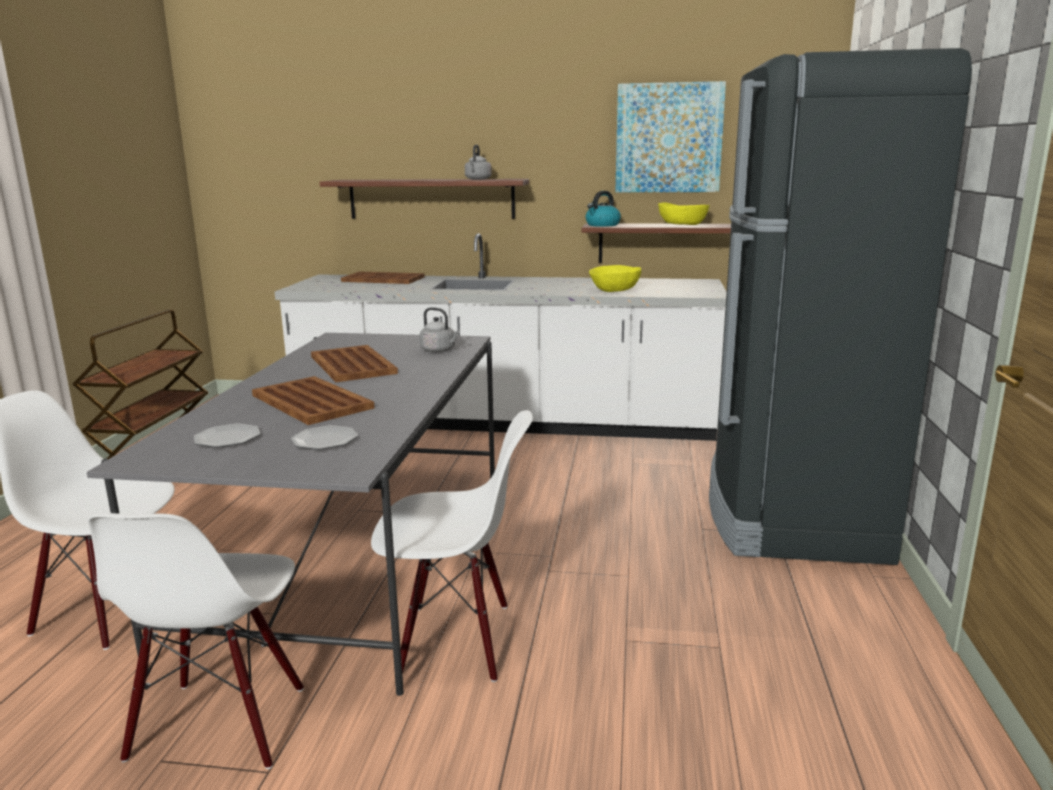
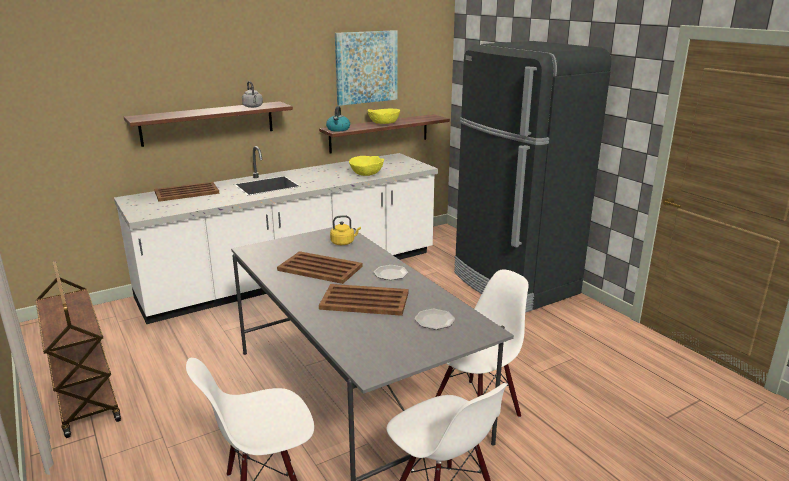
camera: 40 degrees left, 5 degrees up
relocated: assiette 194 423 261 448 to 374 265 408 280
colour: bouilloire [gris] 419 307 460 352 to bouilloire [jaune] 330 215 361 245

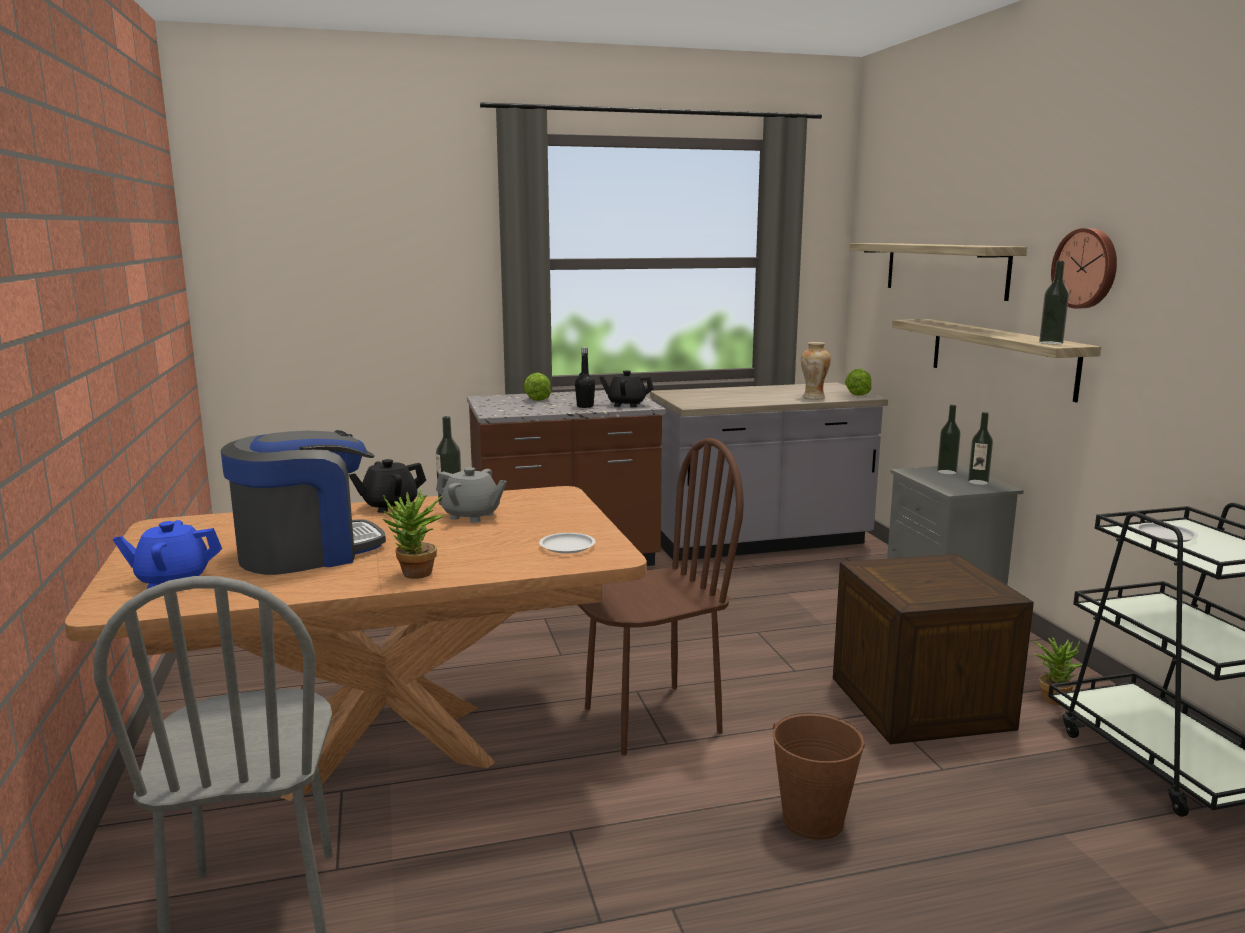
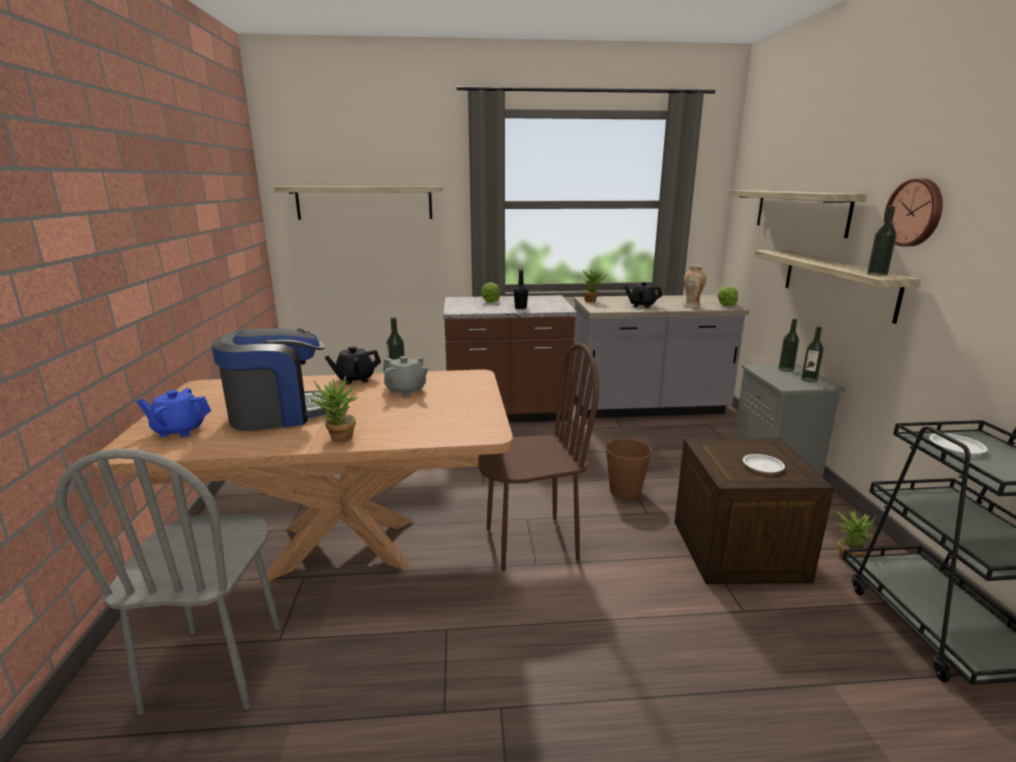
camera: 10 degrees right, 5 degrees up
appeared: étagère 274 186 443 220; plante en pot 583 269 608 302
relocated: assiette [blanc] 539 533 596 554 to 743 454 785 473; théière [noir] 599 370 654 407 to 624 282 662 308; seau [marron] 773 712 865 840 to 605 437 652 500

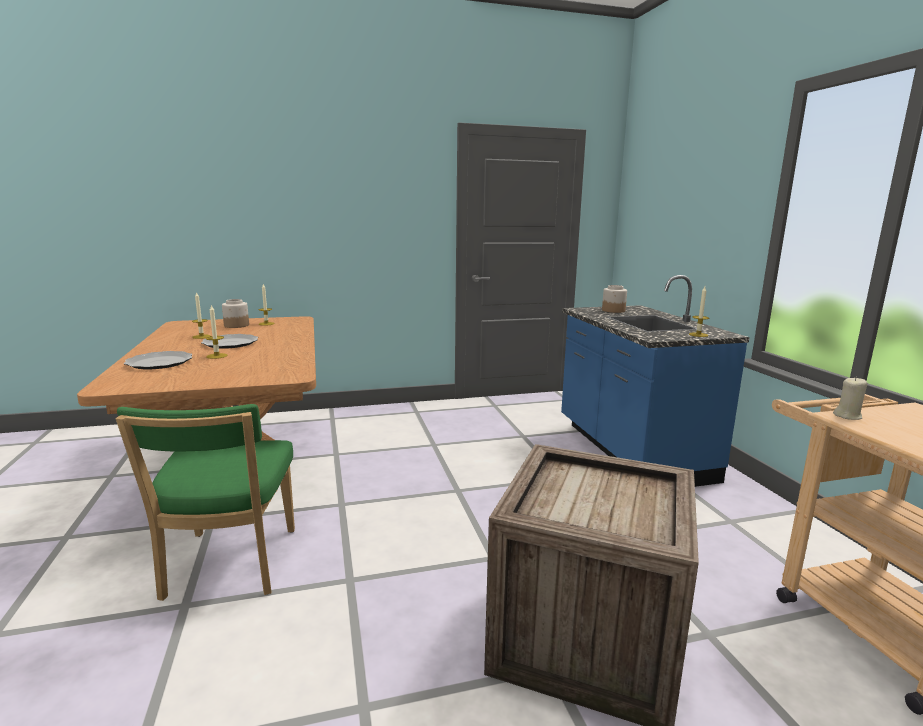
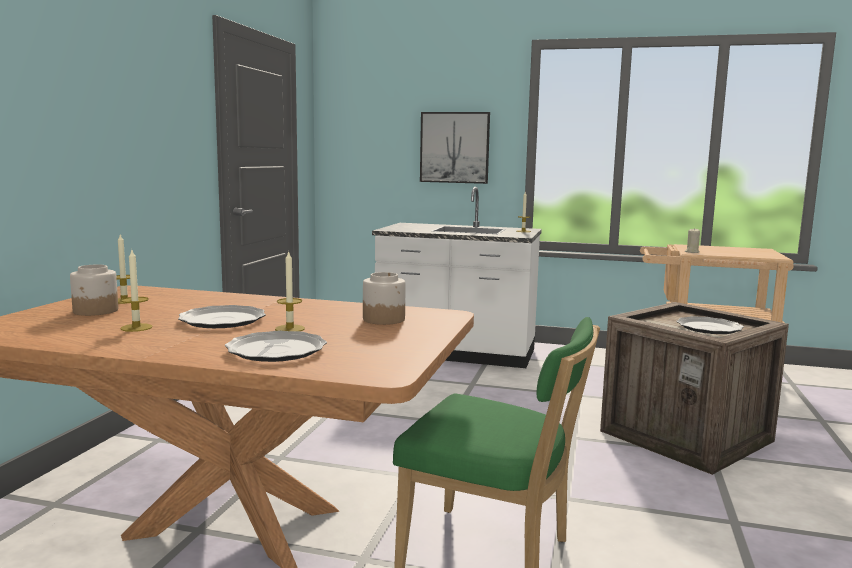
camera: 60 degrees left, 5 degrees down
appeared: tableau 420 112 490 184; assiette 676 316 744 334
relocated: bocal 602 285 627 313 to 363 272 406 325
colour: comptoir de cuisine [bleu] 561 275 749 487 to comptoir de cuisine [blanc] 372 187 542 368

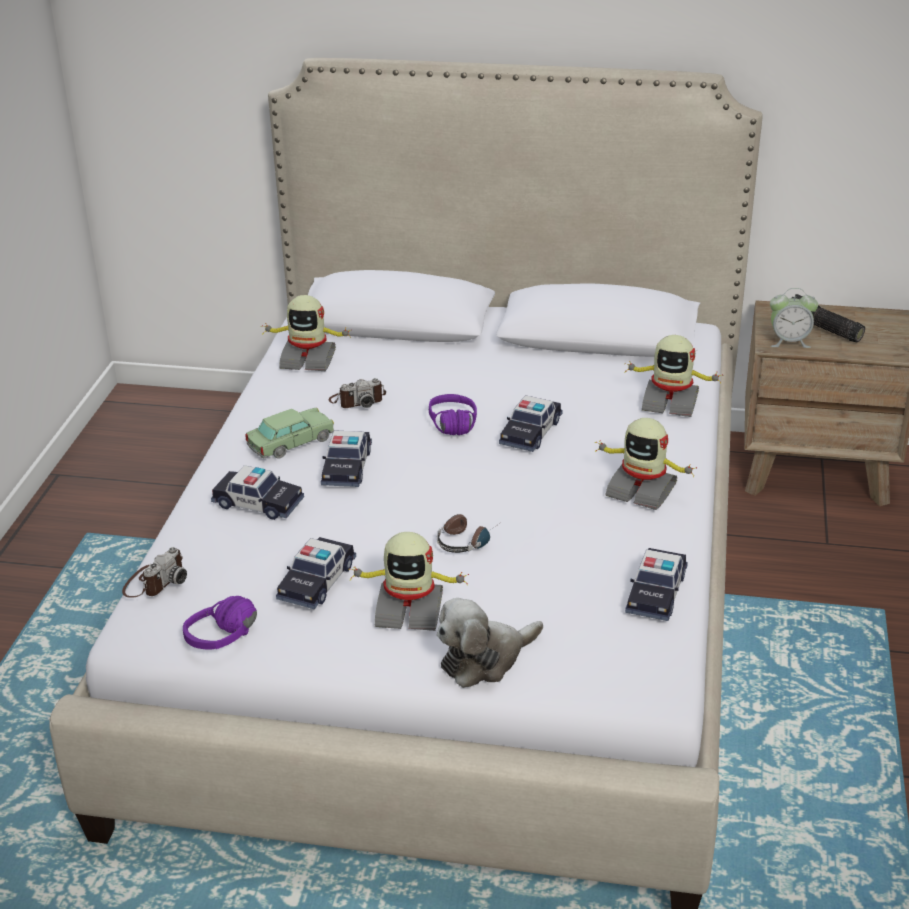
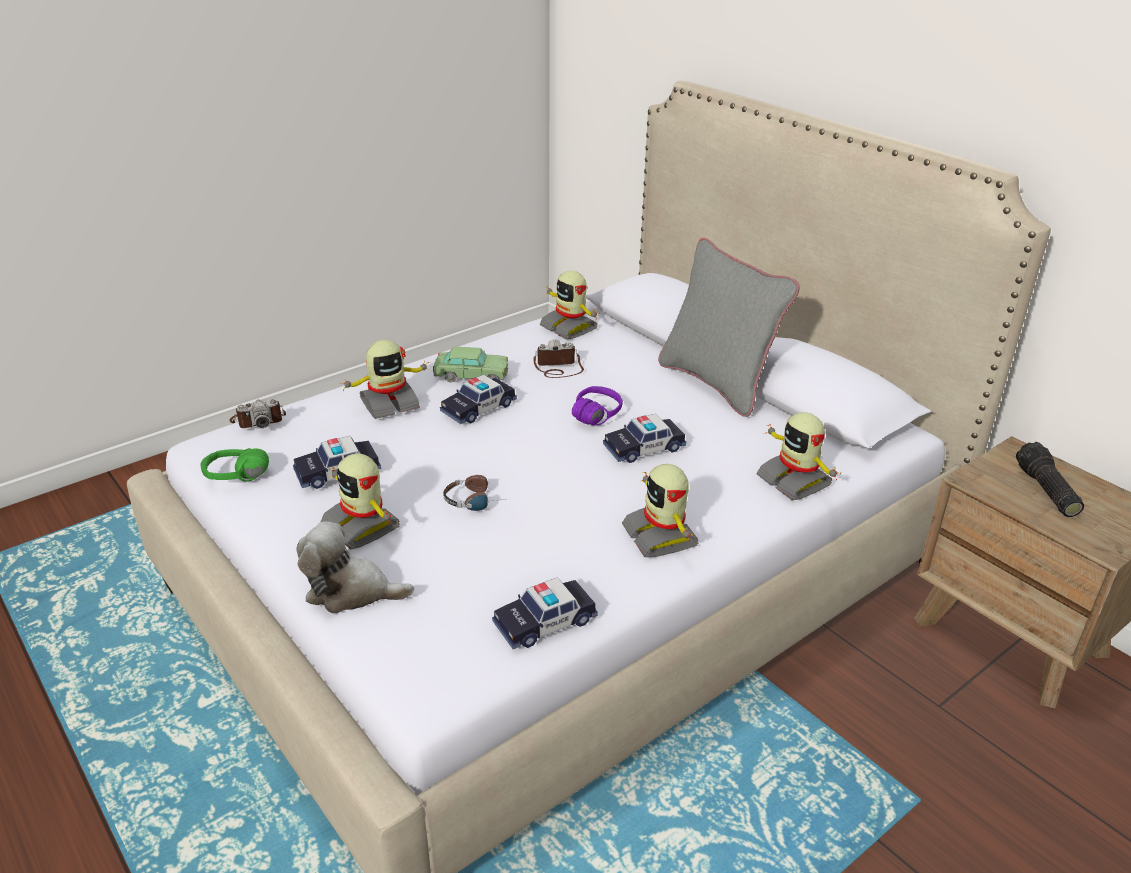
camera: 40 degrees right, 0 degrees up
missing: réveil 770 288 818 348
appeared: coussin [gris] 658 238 800 417
exchanged: petite voiture 211 465 304 520 to robot jouet 340 340 431 419
colour: casque audio [violet] 183 596 257 650 to casque audio [vert] 200 448 269 482
spun: appareil photo 329 378 386 408 = 533 339 584 378 150 degrees clockwise

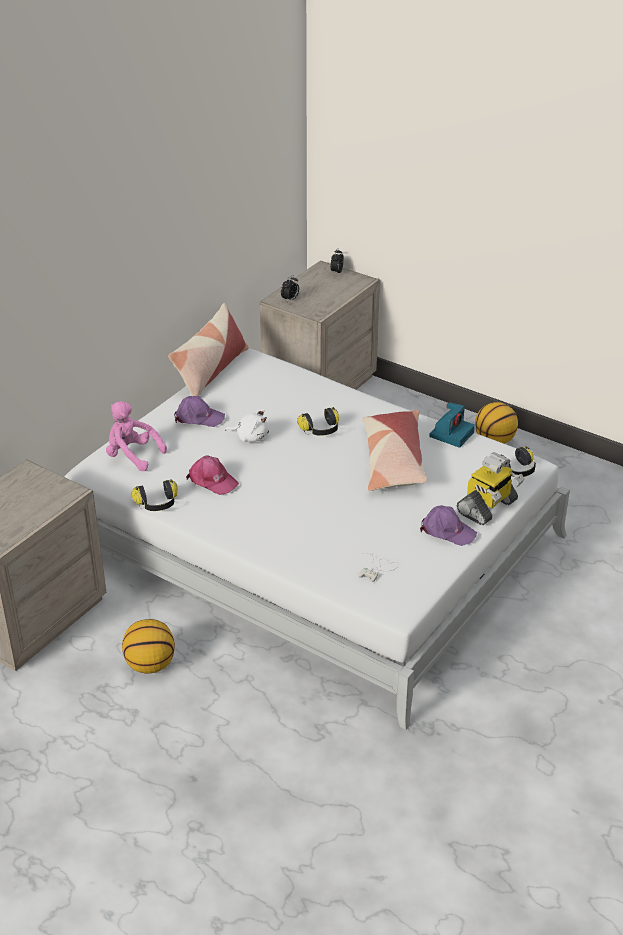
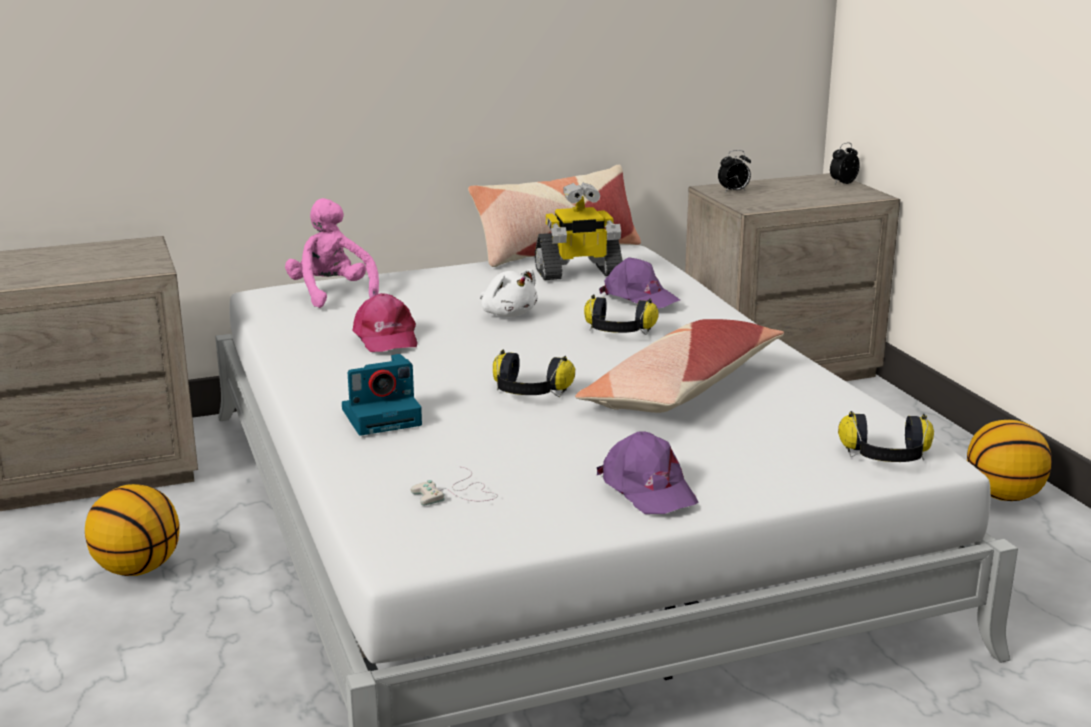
camera: 35 degrees right, 15 degrees down
relocated: casque audio 132 480 178 511 to 493 349 575 397; casquette [violet] 174 396 225 427 to 599 257 680 308; appareil photo 429 402 475 448 to 342 354 422 436; robot jouet 457 452 524 525 to 535 182 623 280

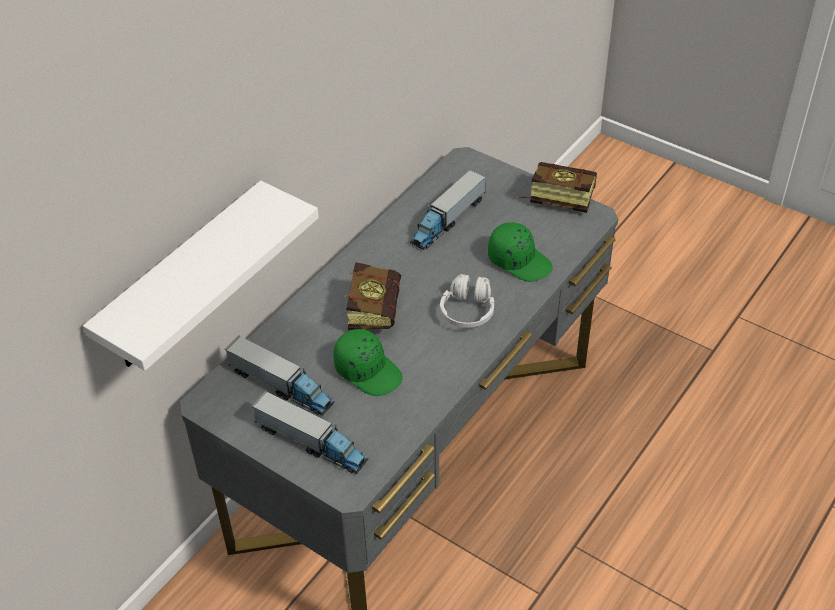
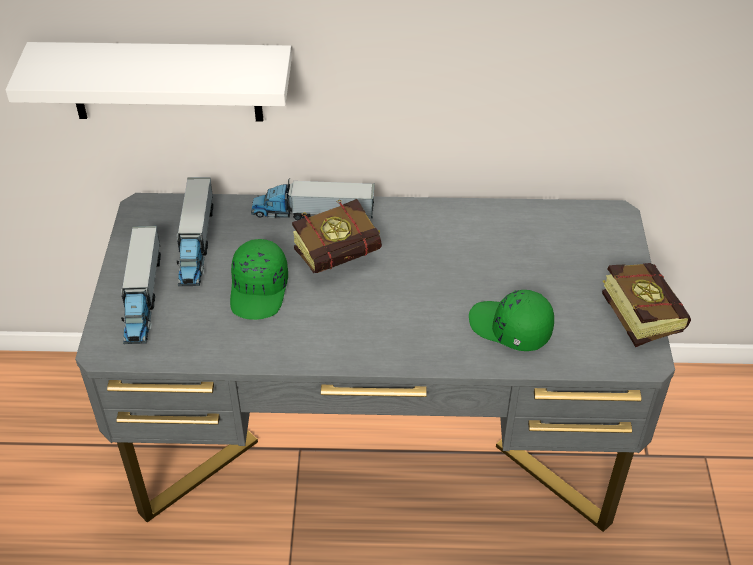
camera: 55 degrees right, 0 degrees up
missing: casque audio [blanc] 440 274 494 328
relocated: camion jouet 410 169 486 250 to 251 178 375 220
spun: casquette [vert] 488 222 553 282 = 469 290 554 351 120 degrees clockwise

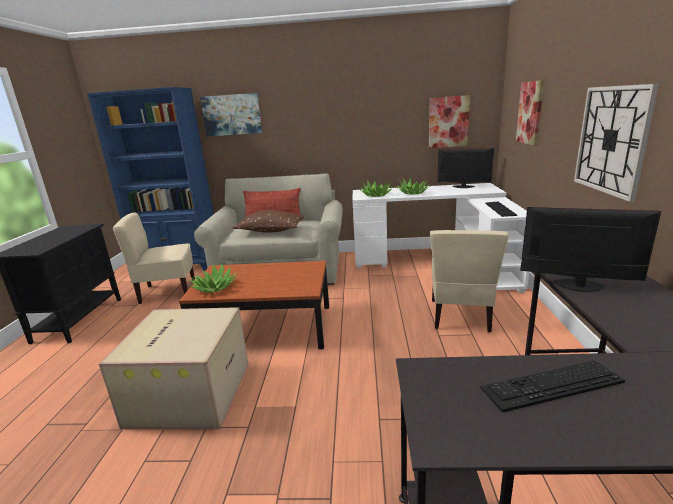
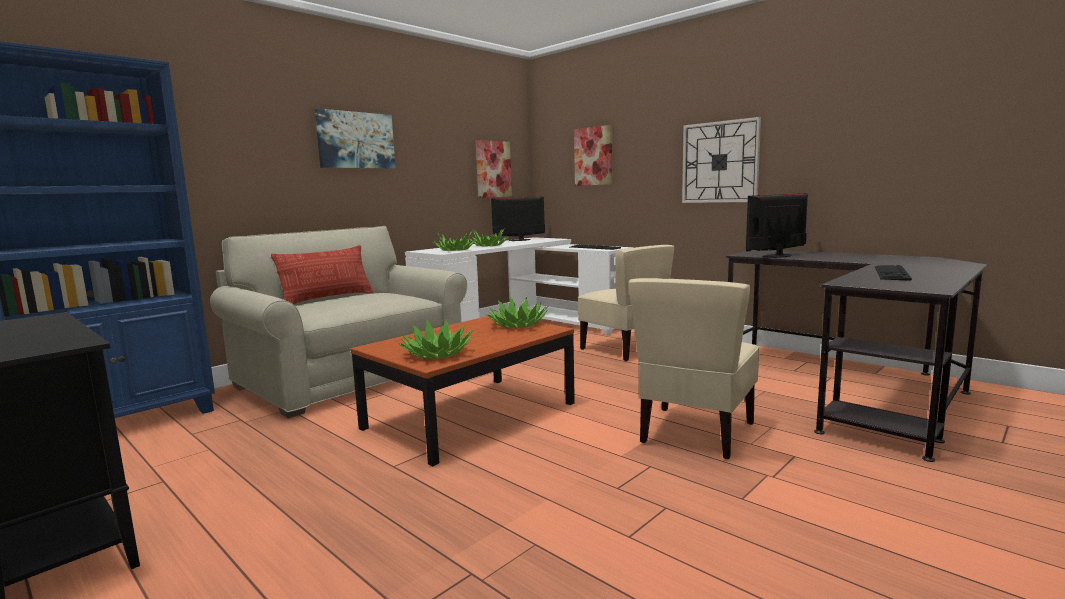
camera: 50 degrees left, 10 degrees down
missing: carton 99 307 249 429; coussin [marron] 233 210 305 232
appeared: plante en pot 486 297 548 328
relocated: chaise [beige] 113 213 195 304 to 629 278 760 459; tableau 200 93 262 136 to 315 108 396 168

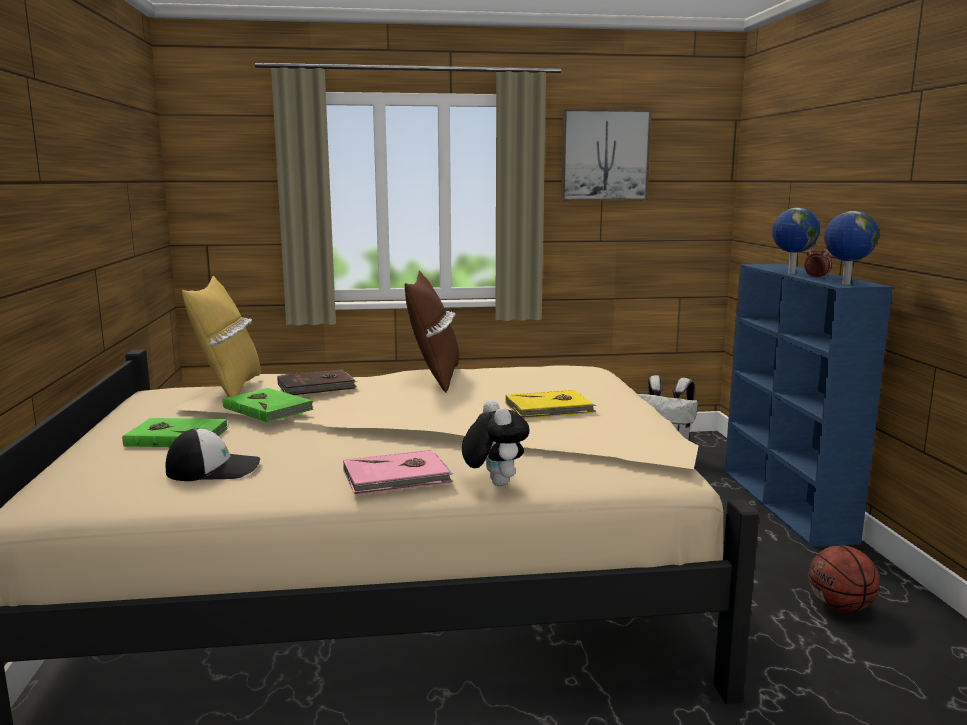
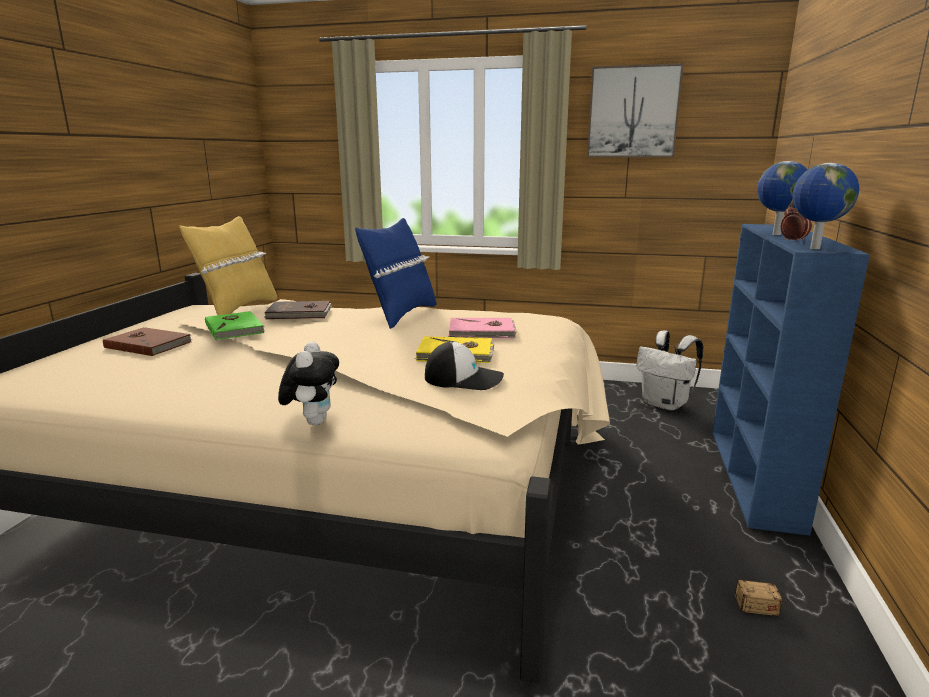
camera: 20 degrees right, 5 degrees up
relocated: casquette 166 428 260 481 to 425 341 504 390; livre [rose] 343 450 453 496 to 448 318 516 339
exchanged: ballon de basket 809 545 880 612 to boîte de rangement 697 551 783 616
colour: livre [vert] 122 418 229 447 to livre [marron] 103 327 192 356; coussin [marron] 405 271 459 392 to coussin [bleu] 355 218 437 329

